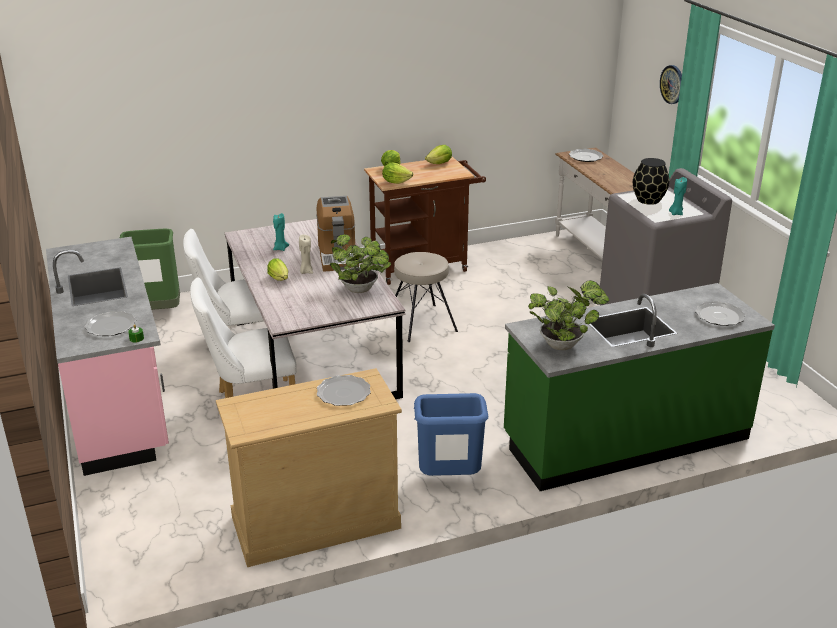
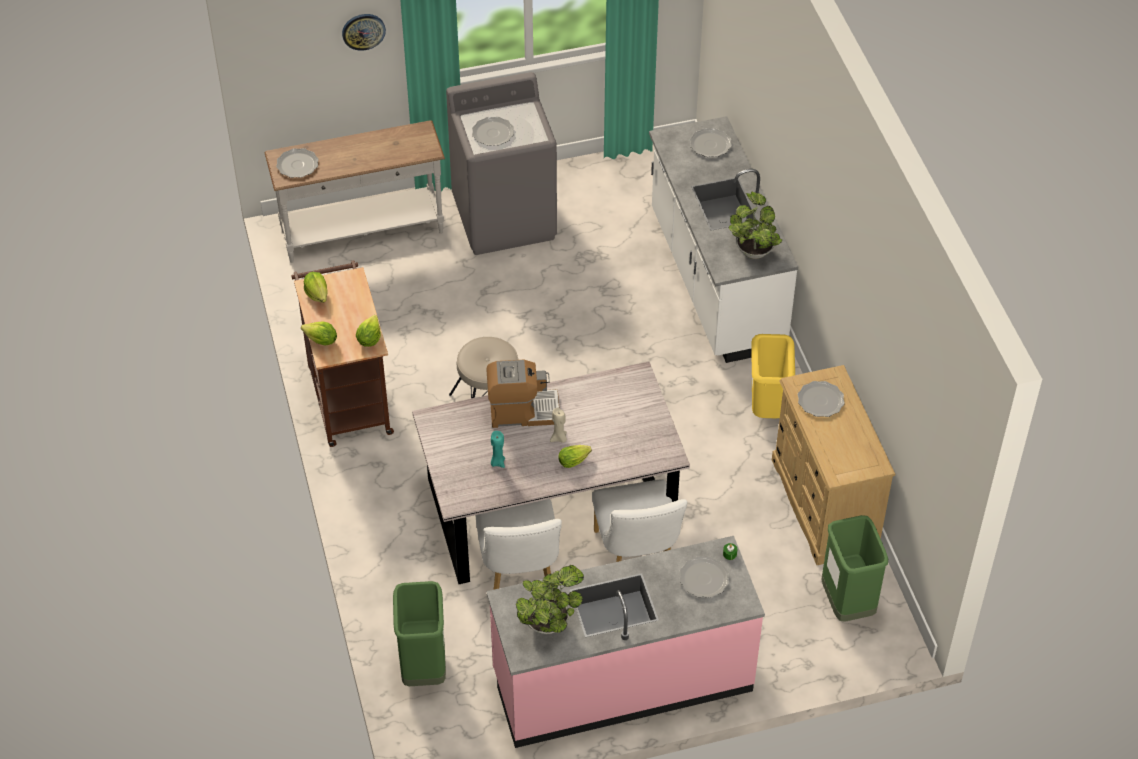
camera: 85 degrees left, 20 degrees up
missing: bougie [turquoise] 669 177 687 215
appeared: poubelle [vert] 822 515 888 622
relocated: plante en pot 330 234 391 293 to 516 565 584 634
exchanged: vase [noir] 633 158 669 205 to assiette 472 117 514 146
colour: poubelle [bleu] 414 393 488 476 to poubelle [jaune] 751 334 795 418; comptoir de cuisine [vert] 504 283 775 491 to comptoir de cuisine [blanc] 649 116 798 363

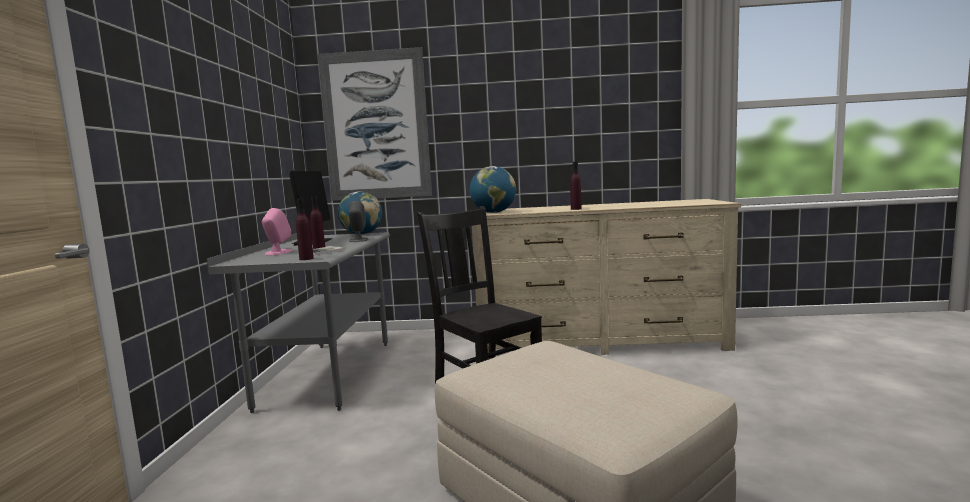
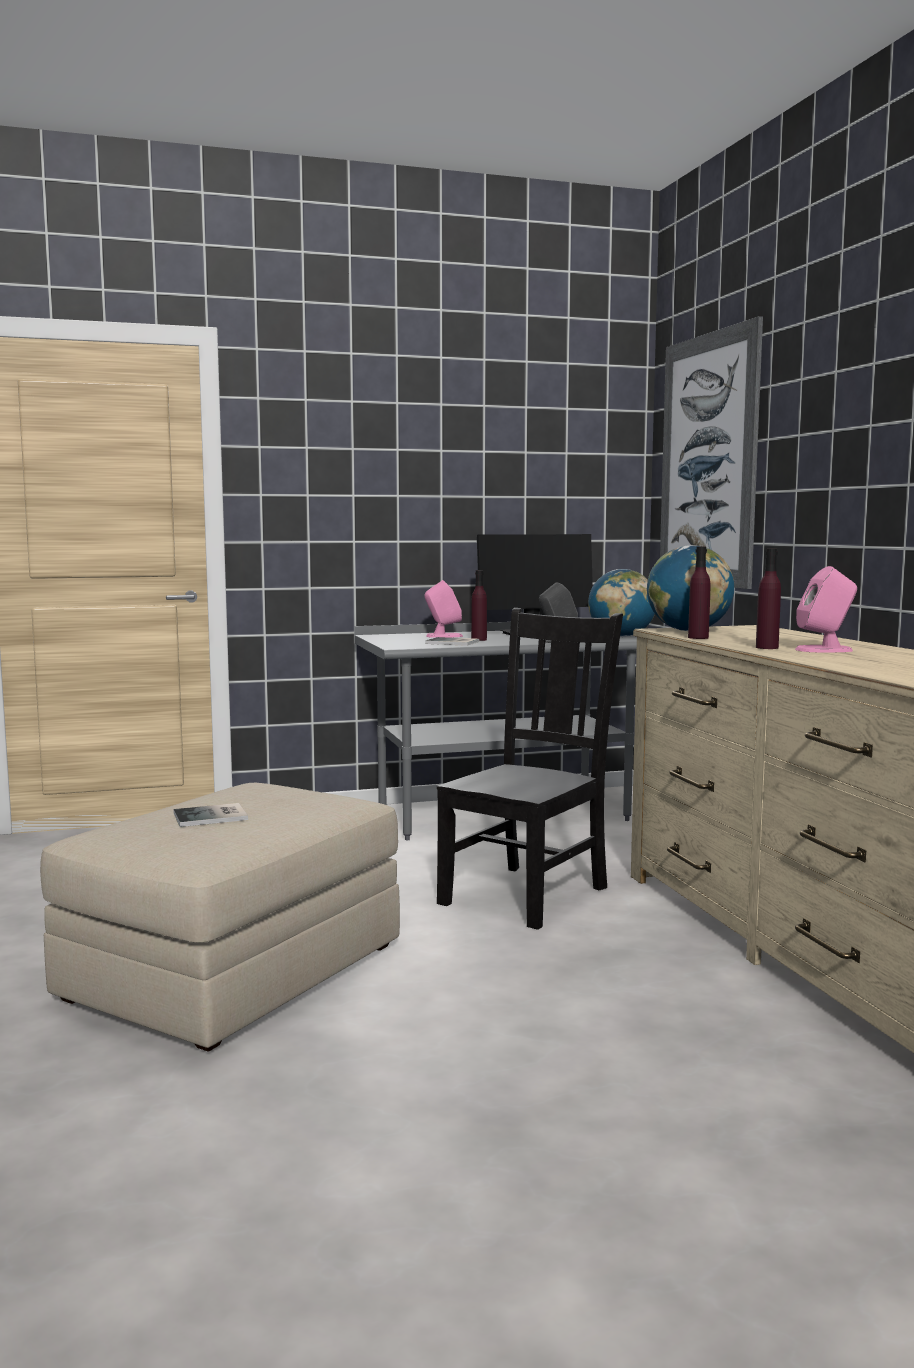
camera: 70 degrees right, 0 degrees up
appeared: livre 173 803 248 827; enceinte [rose] 795 566 857 652
relocated: bouteille [violet] 296 199 314 260 to 688 547 710 639

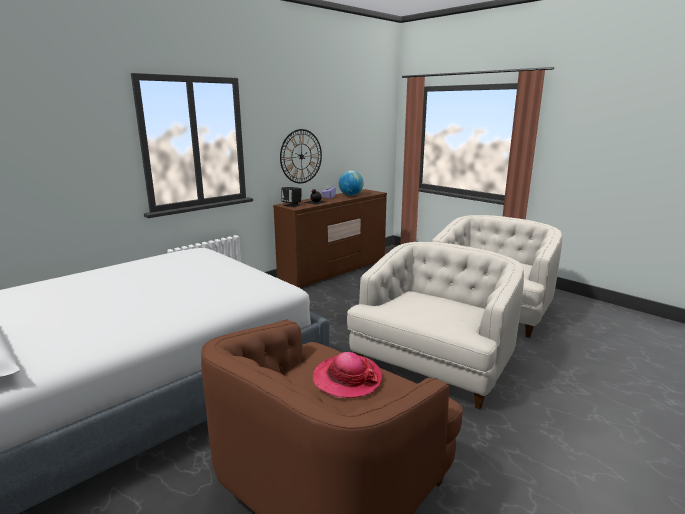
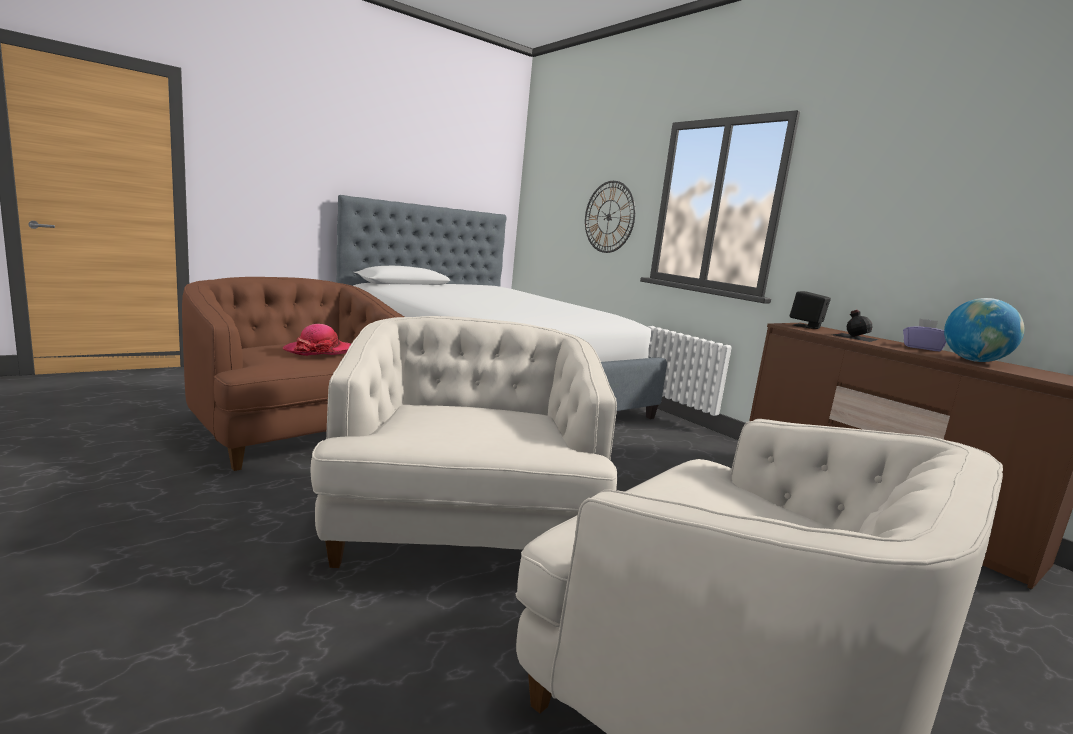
camera: 95 degrees right, 5 degrees down
relocated: horloge murale 280 129 322 184 to 585 181 635 253
spun: fauteuil [blanc] 347 242 524 409 = 310 316 617 568 135 degrees counterclockwise

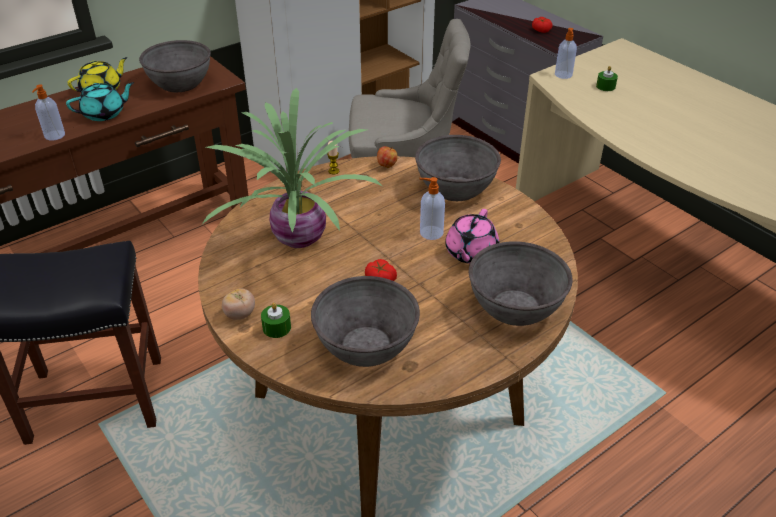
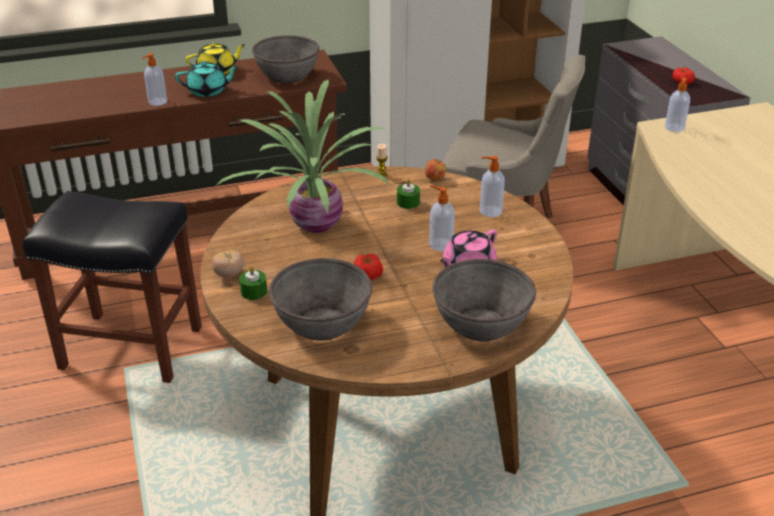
camera: 20 degrees right, 5 degrees down
relocated: bougie [vert] 596 66 618 91 to 397 179 420 209
exchanged: bol [gris] 415 135 501 201 to distributeur de savon 480 156 505 217

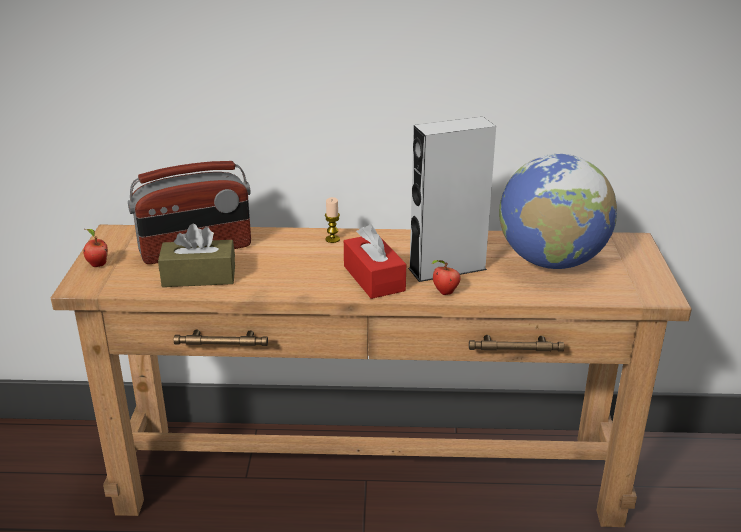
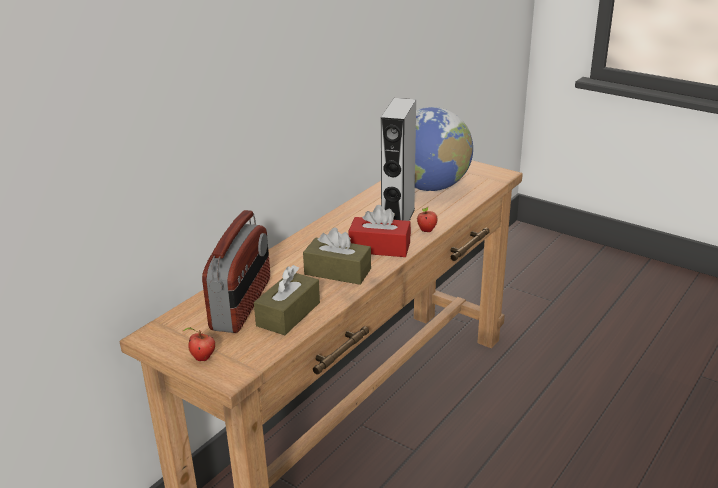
camera: 55 degrees left, 0 degrees up
missing: bougie 325 197 340 243
appeared: boîte à mouchoirs [marron] 303 227 371 285

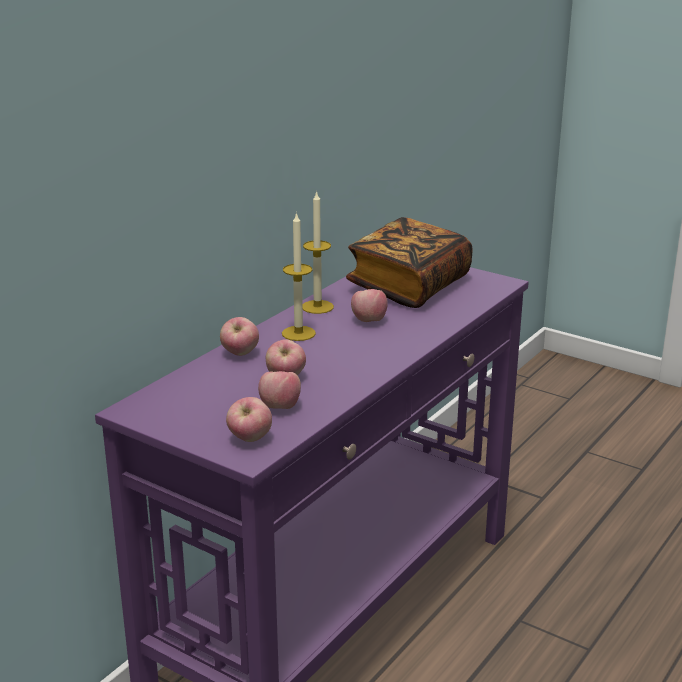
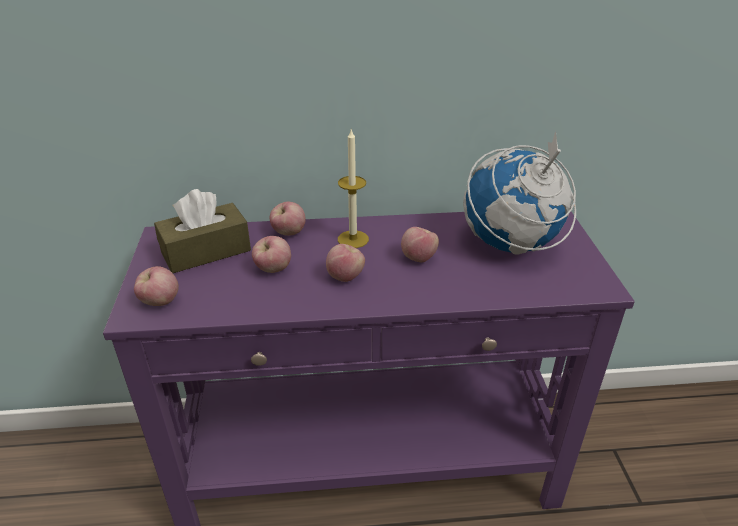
camera: 50 degrees right, 10 degrees up
missing: bougie 303 191 334 314
appeared: boîte à mouchoirs [marron] 154 189 251 273
relocated: pomme 258 371 301 409 to 326 244 365 282
exchanged: livre 346 217 472 308 to globe 463 131 576 255

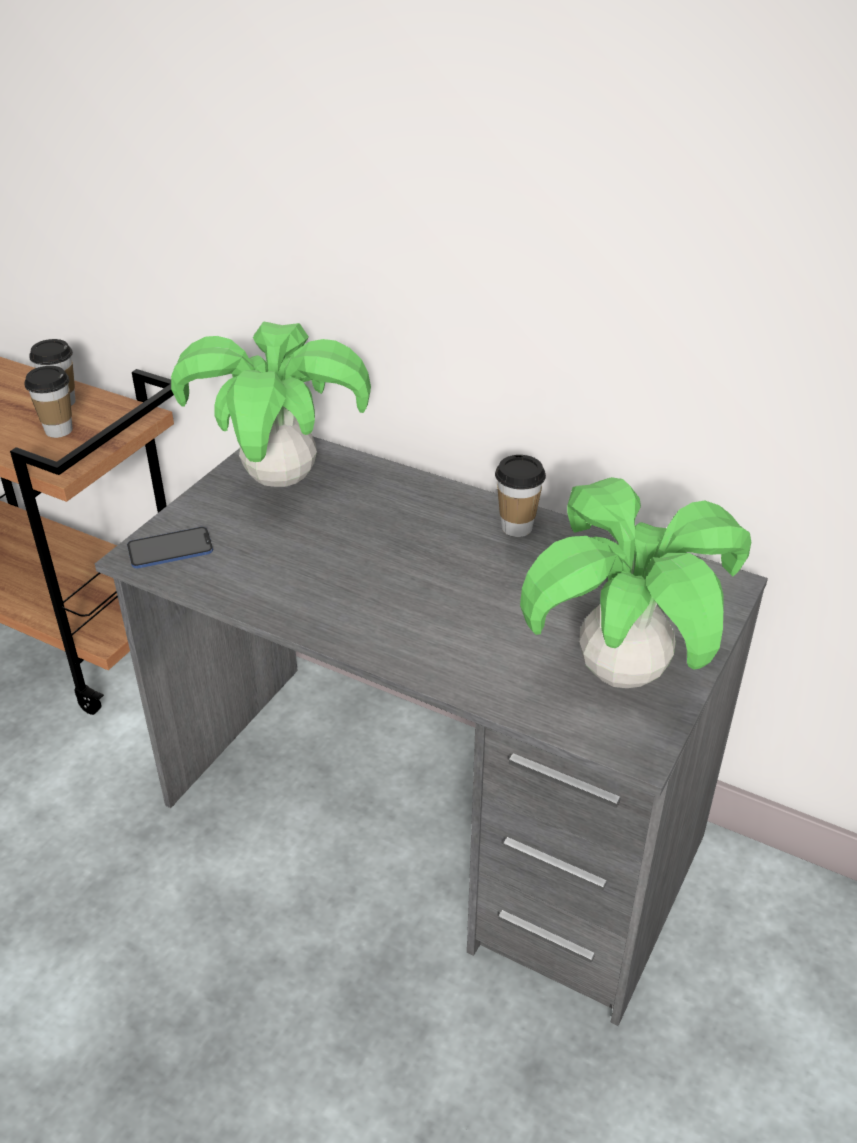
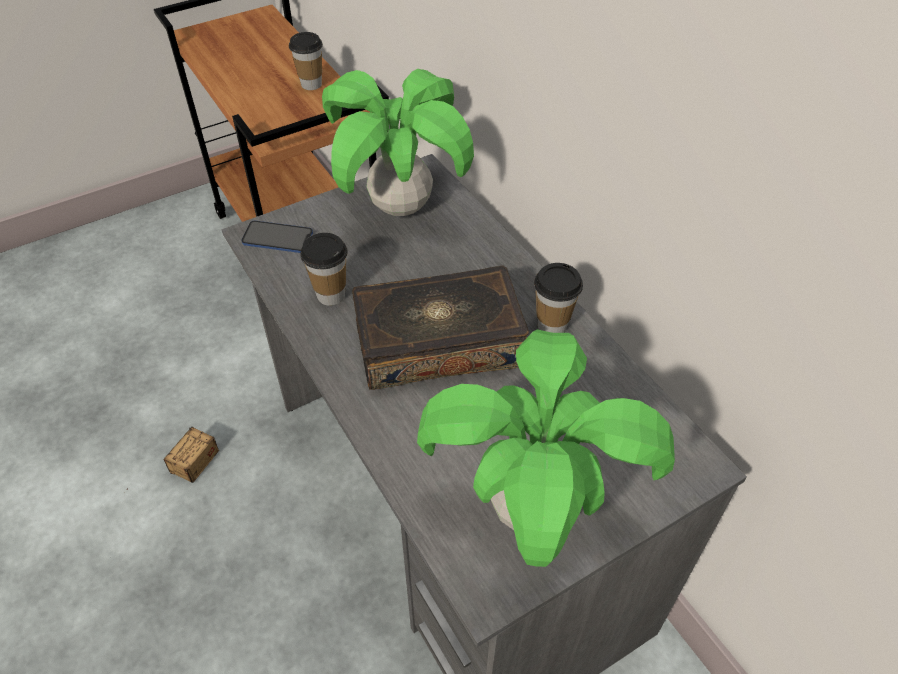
camera: 30 degrees right, 10 degrees up
appeared: boîte de rangement 126 427 219 489; livre 352 266 529 390
relocated: tasse 25 366 73 438 to 300 233 348 306

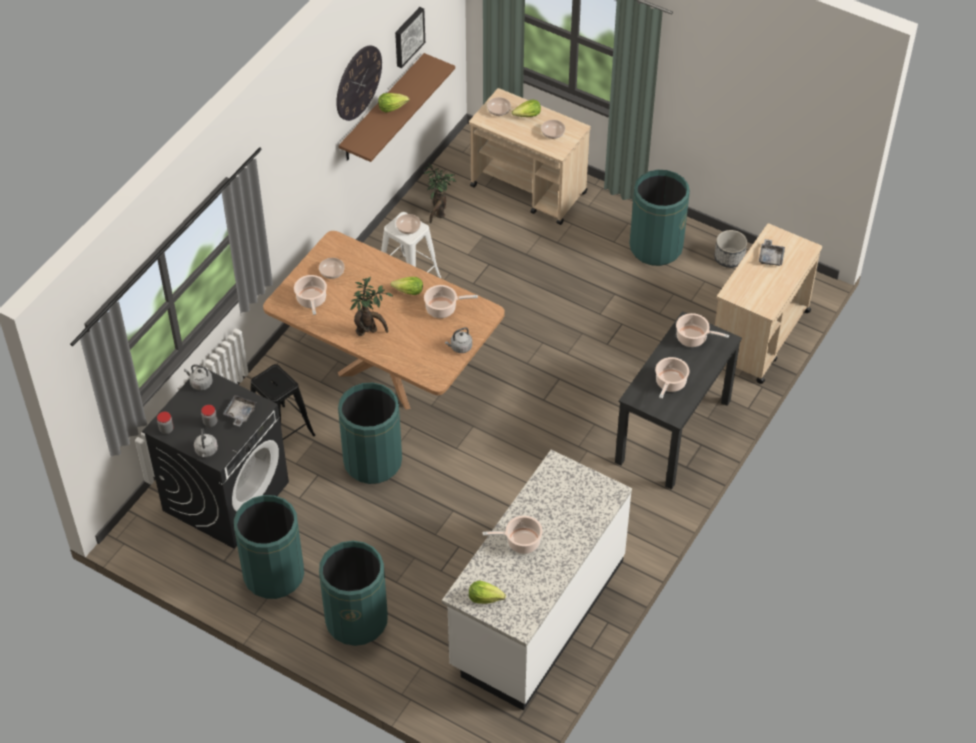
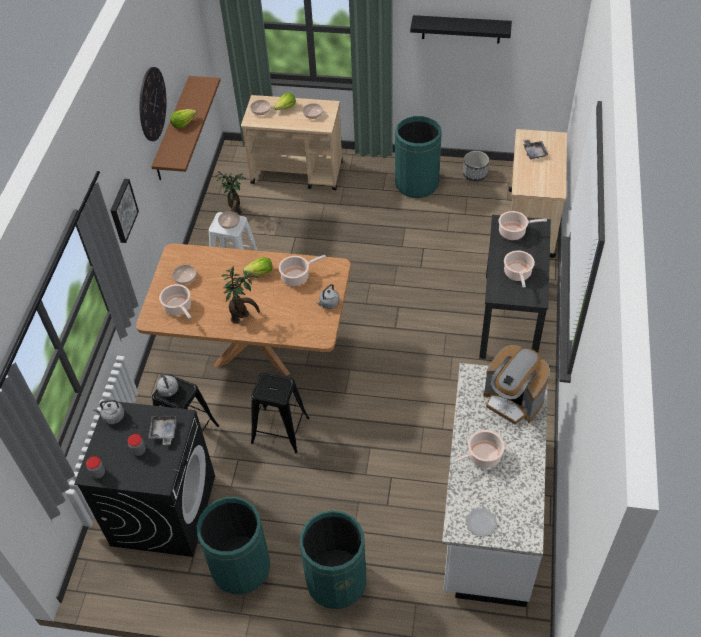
camera: 20 degrees left, 0 degrees up
appeared: étagère [noir] 410 15 512 44; machine à café 484 345 550 424
relocated: bouilloire [gris] 194 428 218 457 to 156 372 178 397; tableau 395 7 425 68 to 111 179 139 243
exchanged: poubelle [vert] 338 383 402 484 to tabouret [noir] 251 373 309 453; laitue 469 580 506 604 to assiette 466 508 498 537

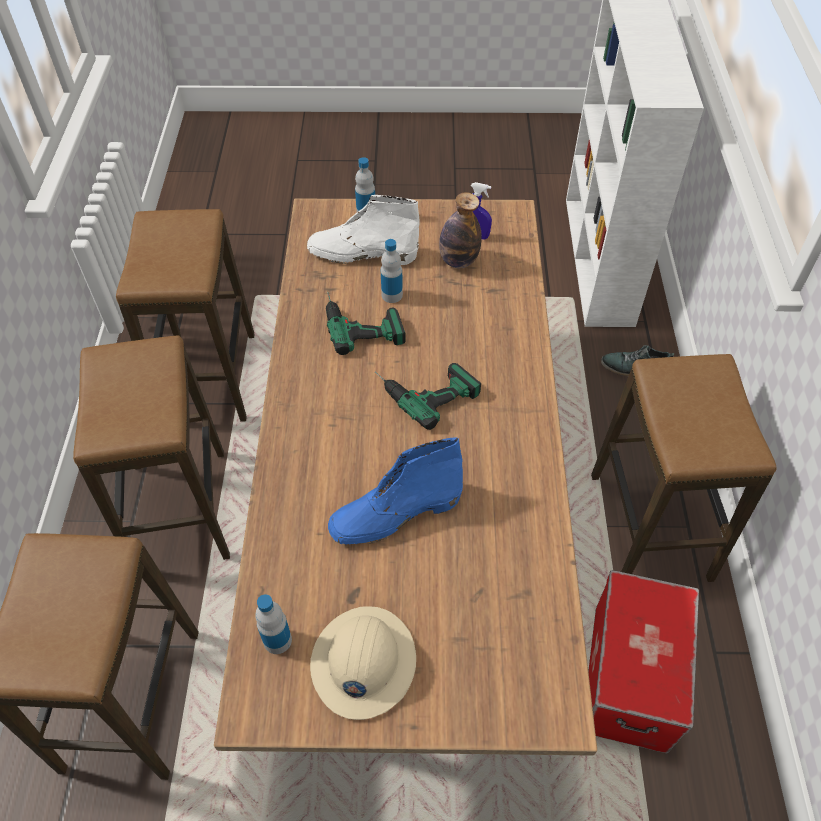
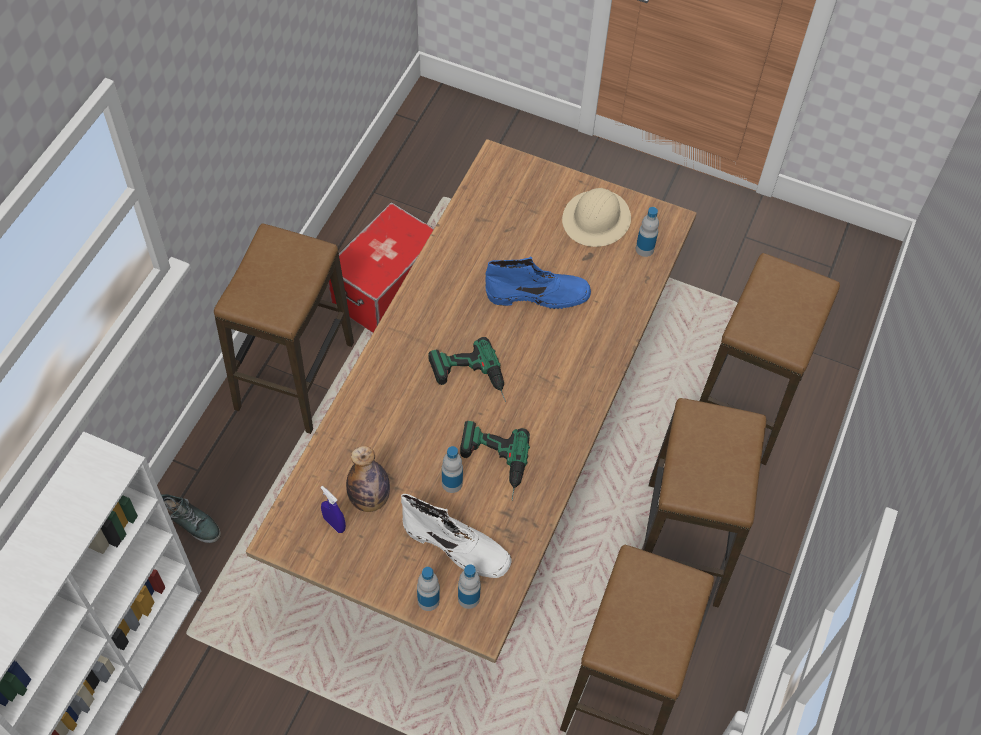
camera: 160 degrees left, 5 degrees up
appeared: bouteille 458 564 481 609

